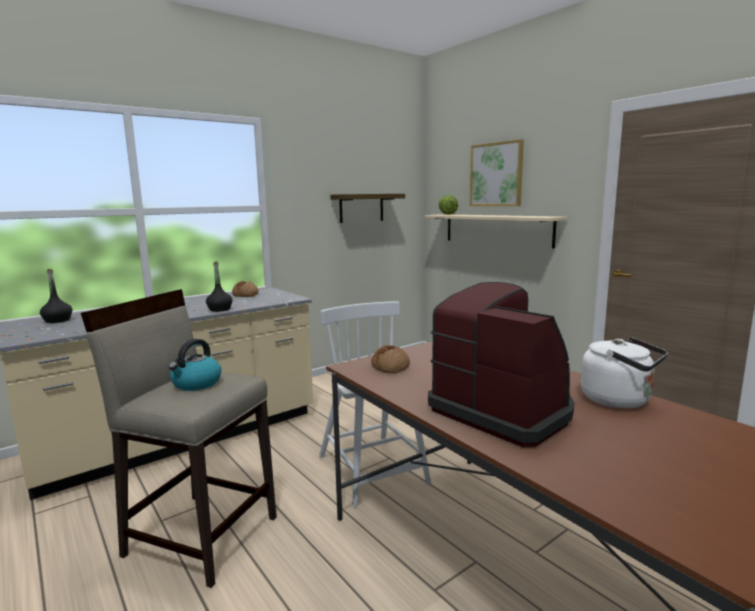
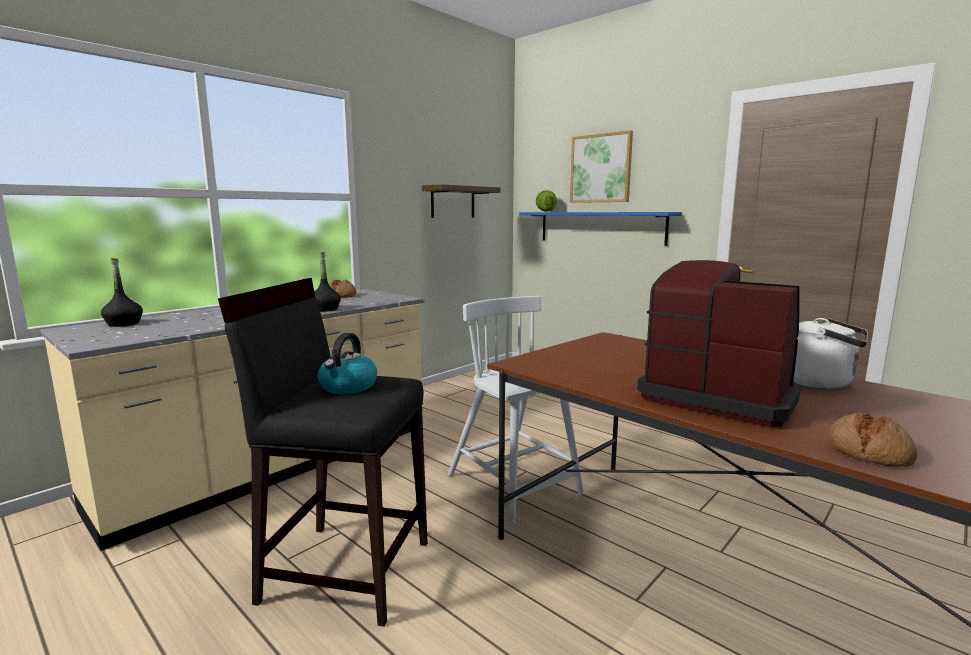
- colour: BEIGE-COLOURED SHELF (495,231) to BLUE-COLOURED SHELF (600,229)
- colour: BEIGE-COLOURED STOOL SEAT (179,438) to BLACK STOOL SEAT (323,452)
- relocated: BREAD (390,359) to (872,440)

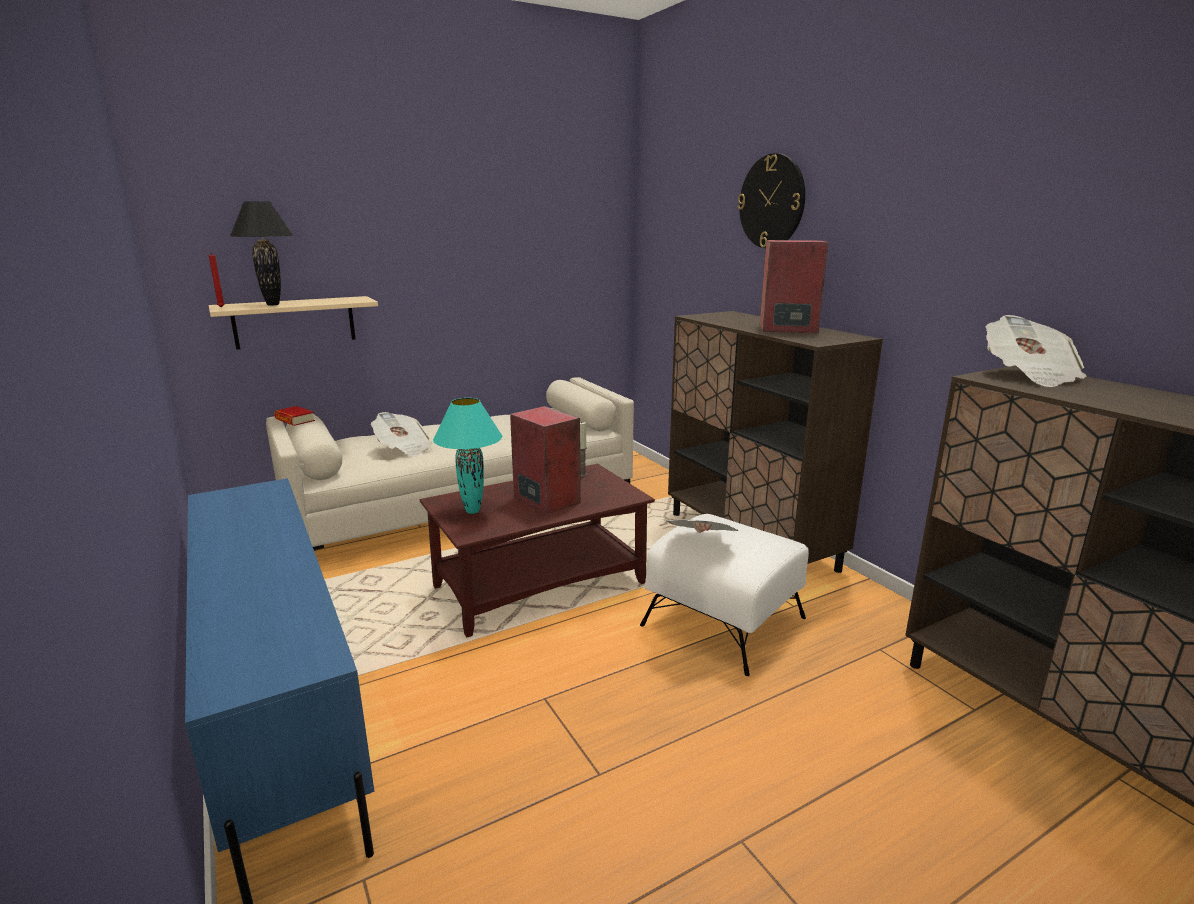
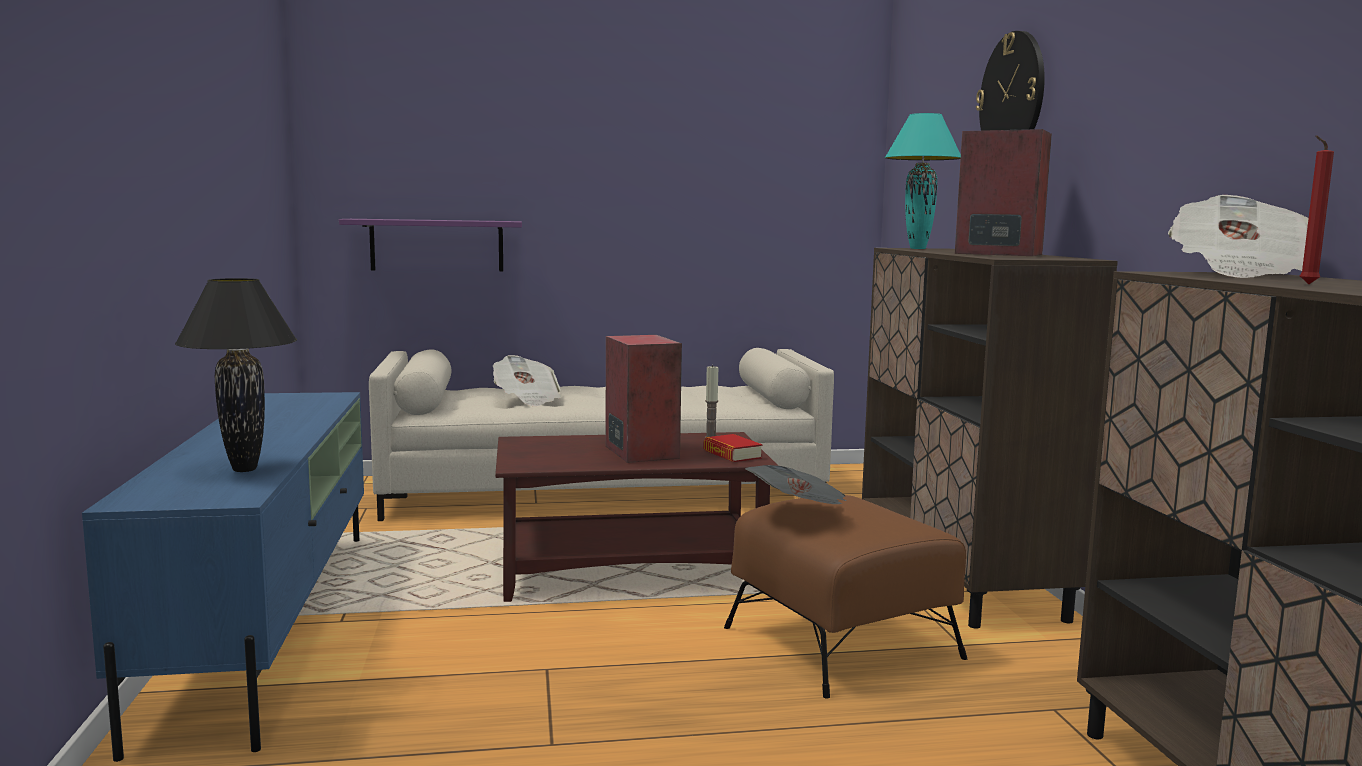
- relocated: BLACK TABLETOP LAMP (261,253) to (236,375)
- relocated: RED WAX CANDLE (215,279) to (1317,209)
- colour: BEIGE-COLOURED SHELF (293,323) to PURPLE-COLOURED SHELF (430,245)
- relocated: BLUE-GREEN TABLETOP LAMP (467,456) to (923,181)
- relocated: VOLUME (294,416) to (732,448)
- colour: WHITE POUFFE (724,595) to BROWNISH POUFFE (845,597)

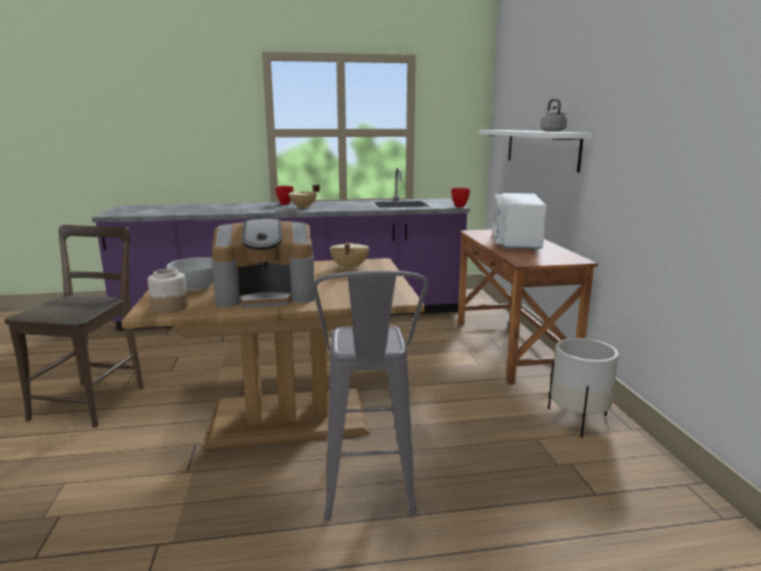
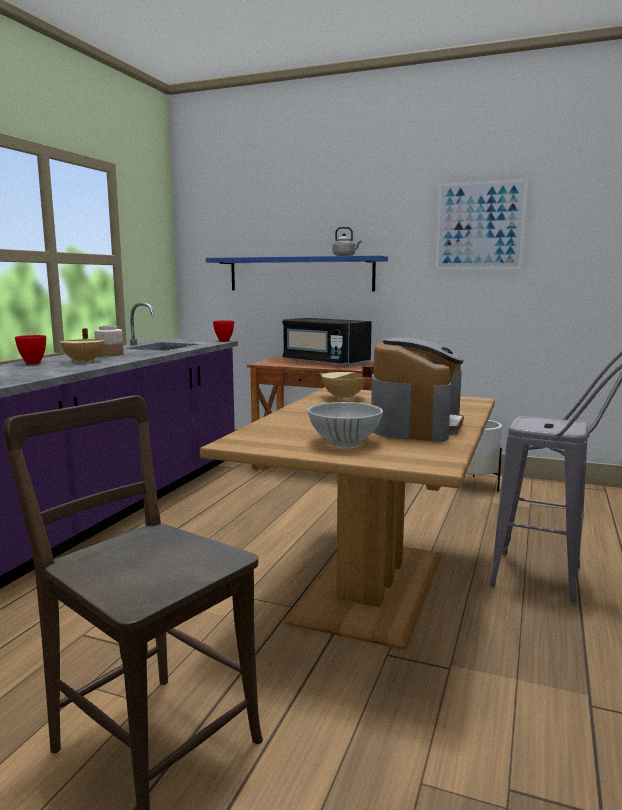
- colour: WHITE SHELF (535,151) to BLUE-COLOURED SHELF (297,273)
- colour: WHITE KITCHEN MICROWAVE (519,221) to BLACK KITCHEN MICROWAVE (327,342)
- relocated: PRESERVE JAR (168,291) to (108,340)
- appeared: PICTURE (481,224)

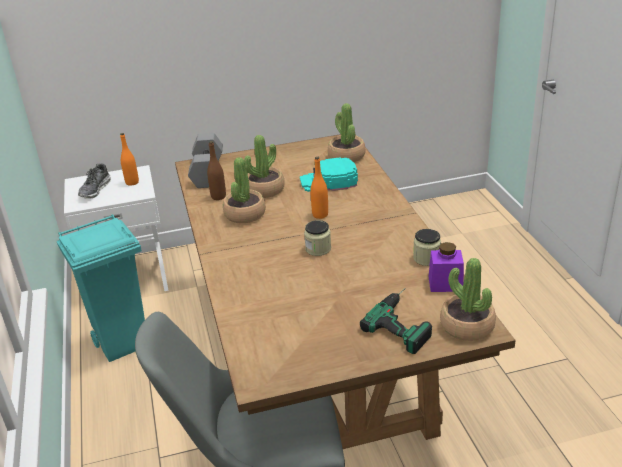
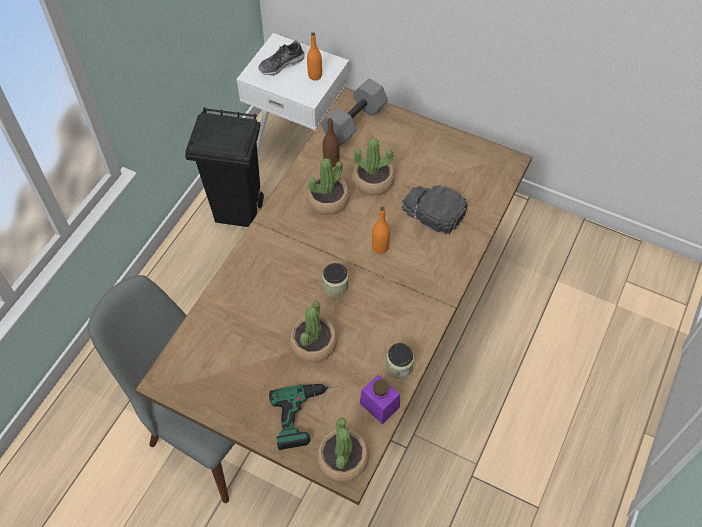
- relocated: POTTED PLANT (346,132) to (313,331)
- colour: BLUE-GREEN BASEBALL CAP (329,174) to BLACK BASEBALL CAP (435,210)
- colour: BLUE-GREEN RUBBISH BIN (101,288) to BLACK RUBBISH BIN (224,167)

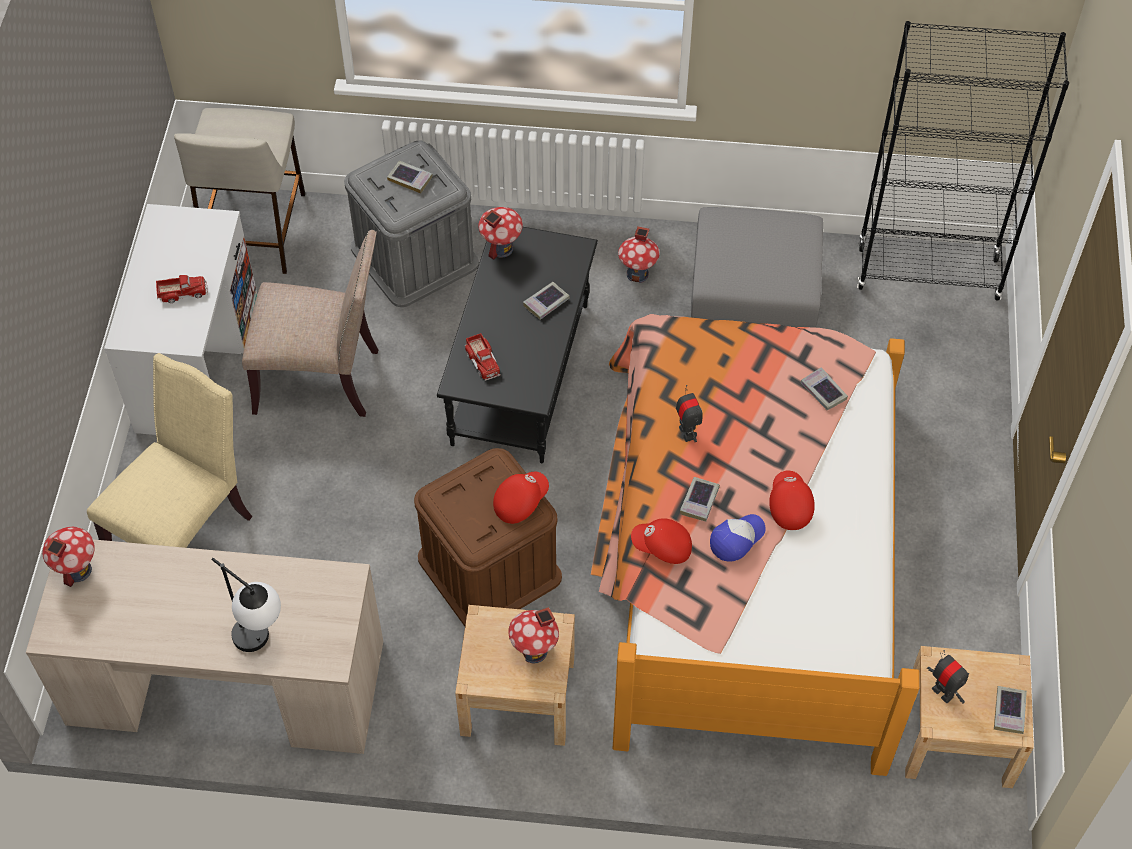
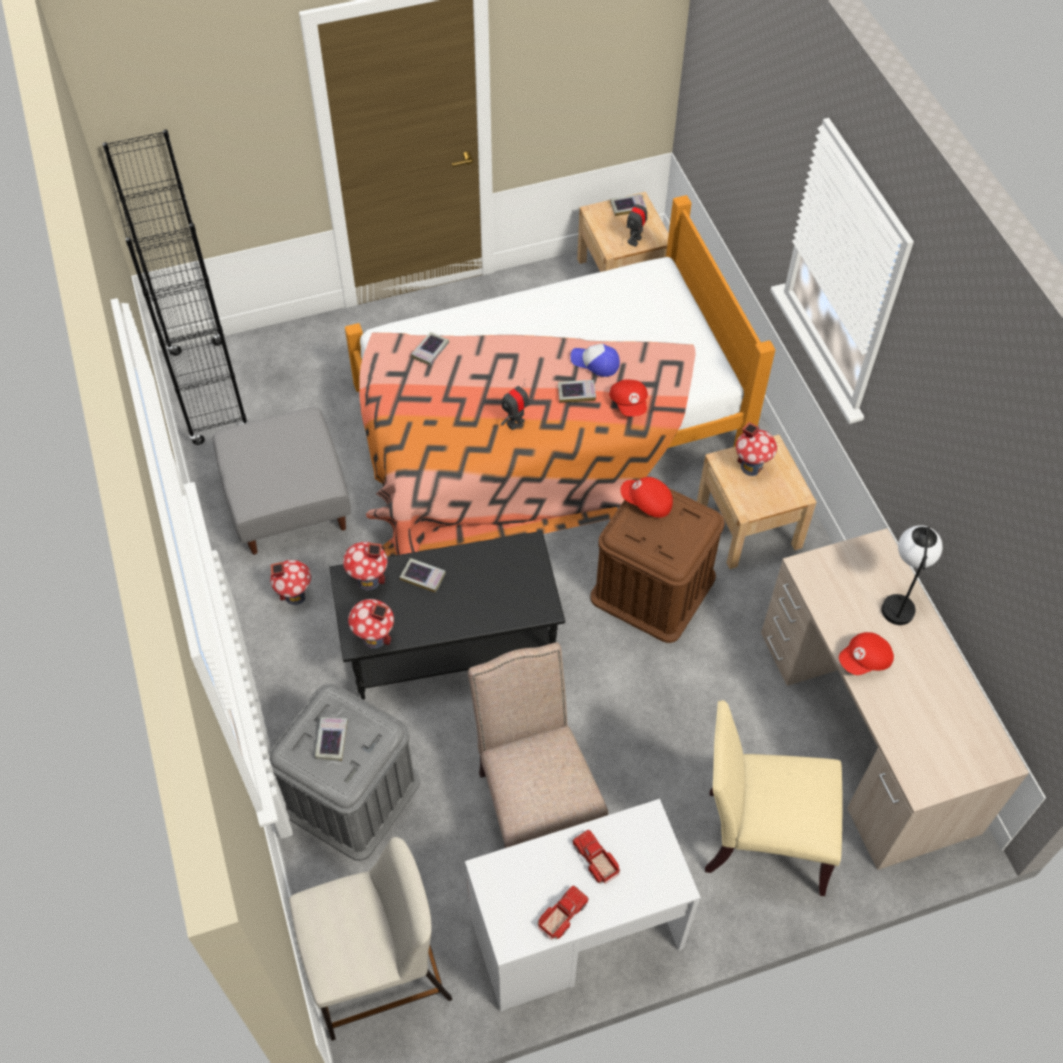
- relocated: MODEL TRUCK (483,357) to (563,913)
- relocated: RED BASEBALL CAP (792,500) to (866,653)
- relocated: MINIATURE HOUSE (68,557) to (365,566)

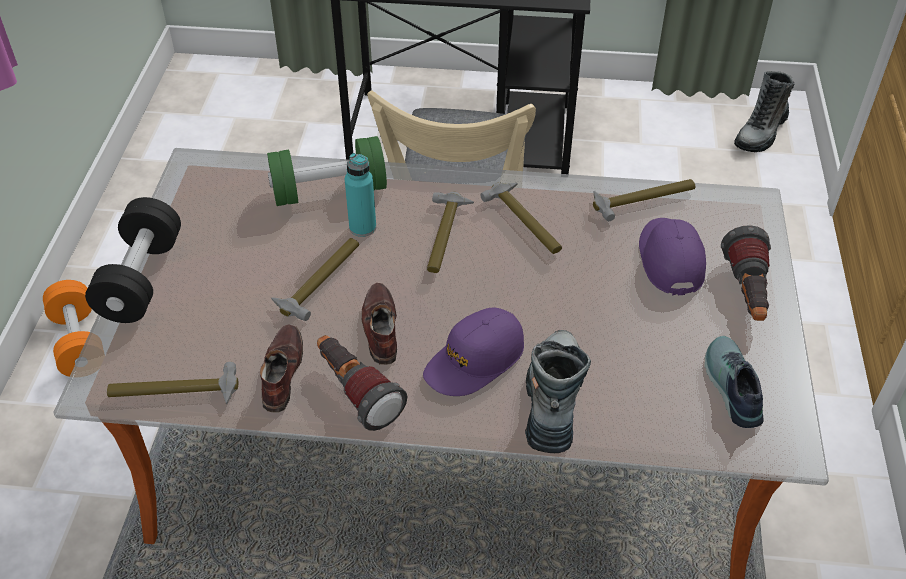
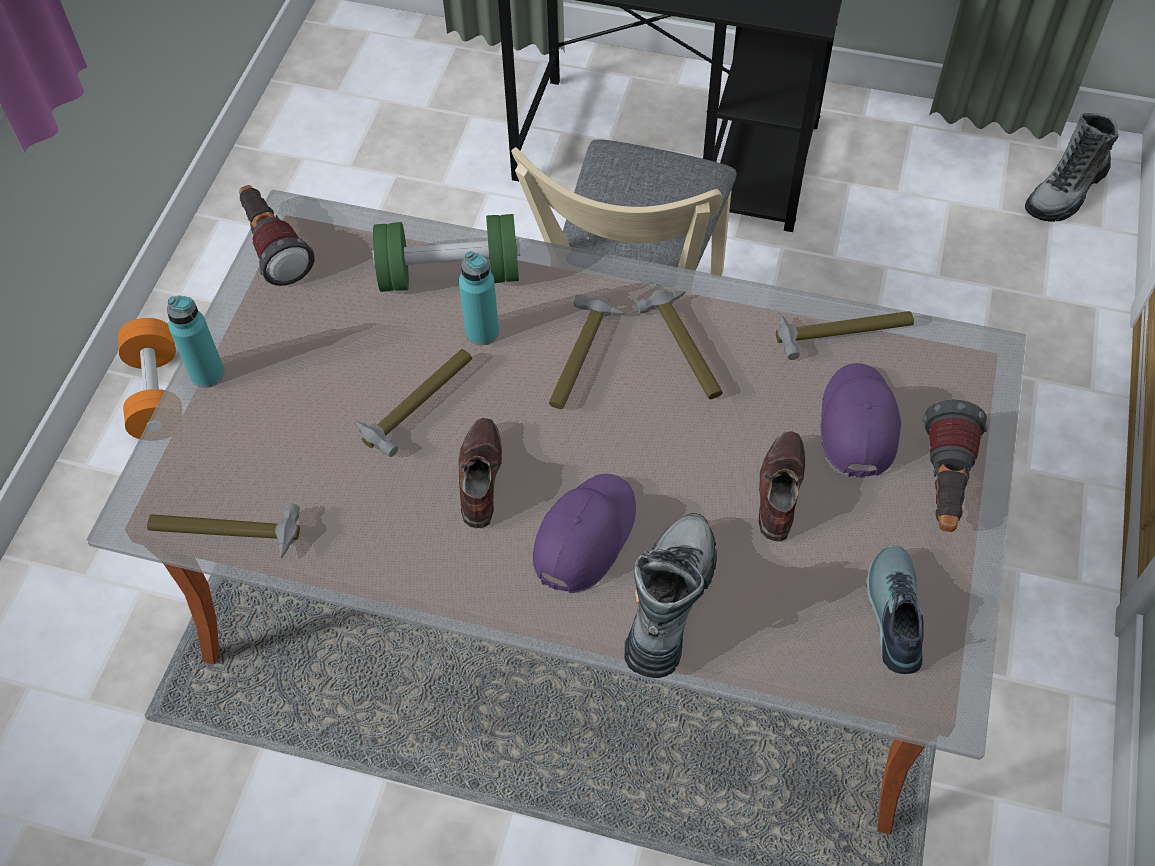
- exchanged: BLACK HAND WEIGHT (133,260) to BLUE-GREEN DRINK BOTTLE (196,341)
- spun: PURPLE-COLOURED BASEBALL CAP (473,352) = (584,533) 150 degrees clockwise
- relocated: BROWNISH SHOE (281,368) to (782,486)
- relocated: FLASHLIGHT (362,383) to (277,235)

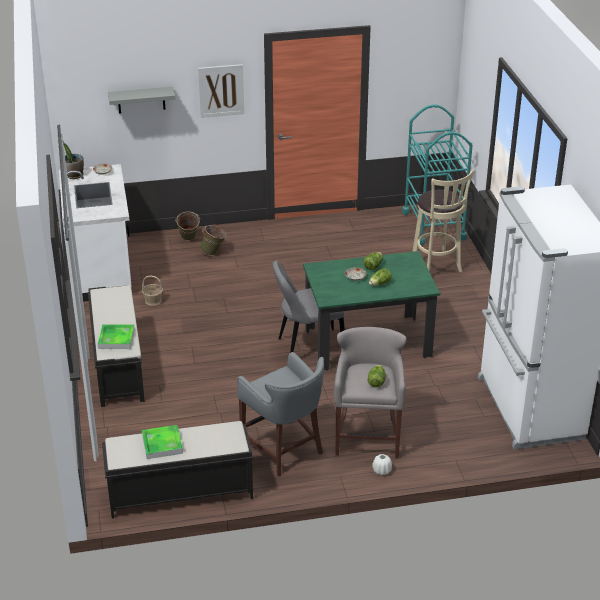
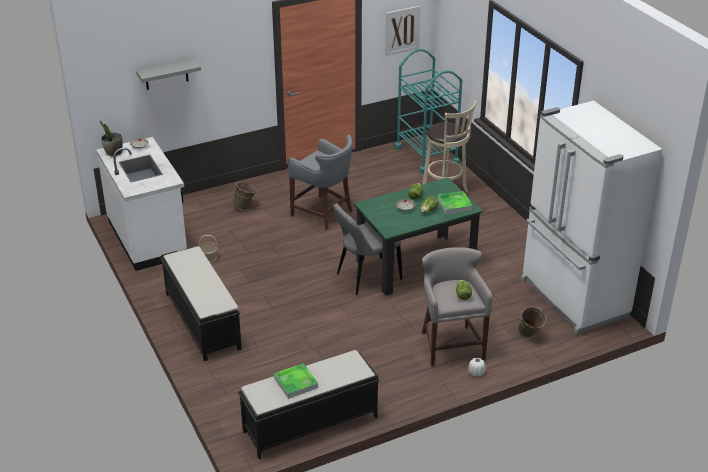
- relocated: PICTURE (221,91) to (403,31)
- relocated: GREEN PAIL (188,226) to (532,321)
- relocated: SERVING TRAY (116,336) to (455,202)
- relocated: GREYISH STOOL SEAT (280,414) to (320,182)

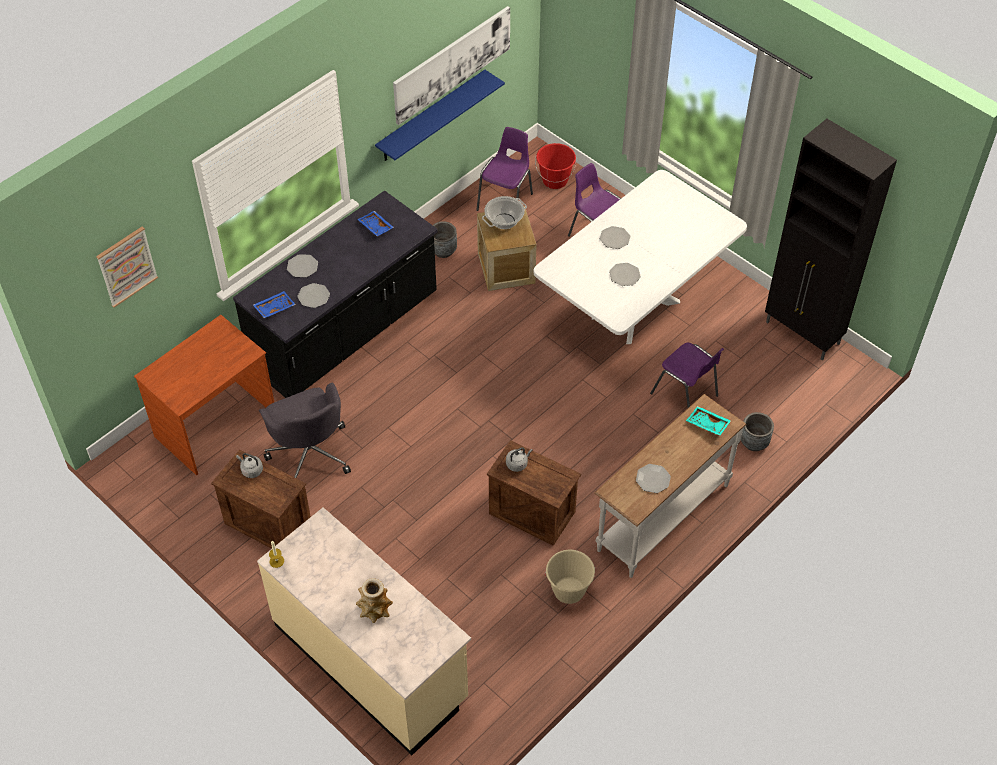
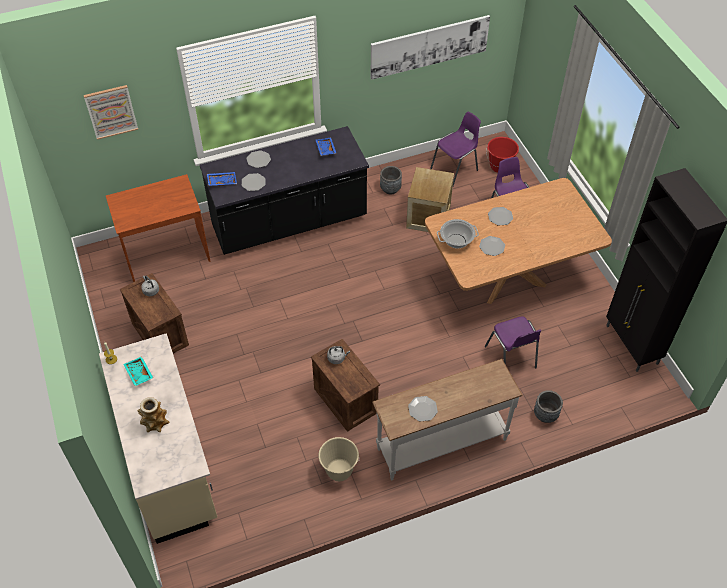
- missing: BLUE-COLOURED SHELF (440,115)
- colour: WHITE KITCHEN TABLE (640,257) to BROWNISH KITCHEN TABLE (518,241)
- relocated: COOKING POT (504,212) to (458,234)
- missing: GREYISH COMPUTER CHAIR (305,430)
- relocated: BLUE-GREEN SERVING TRAY (708,421) to (138,371)

